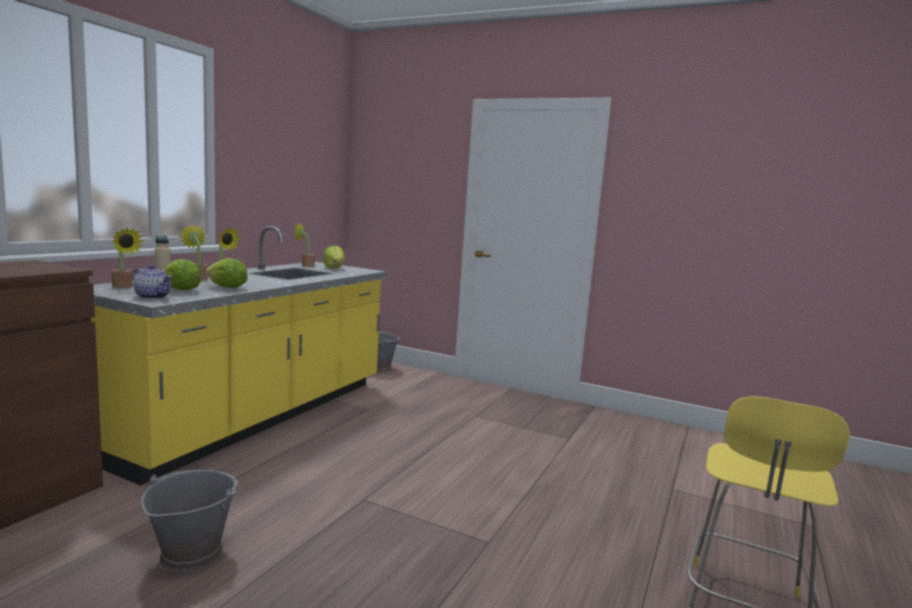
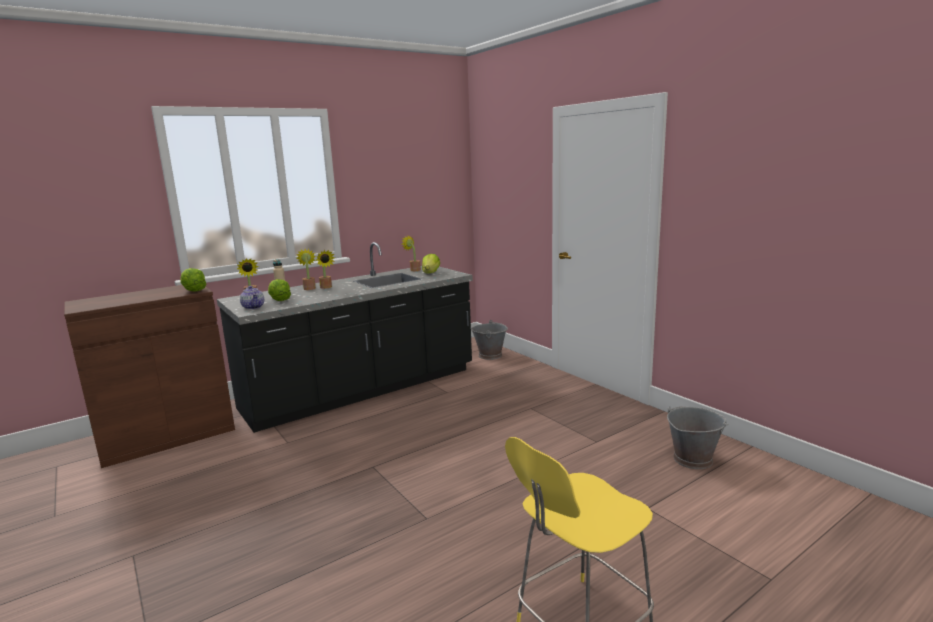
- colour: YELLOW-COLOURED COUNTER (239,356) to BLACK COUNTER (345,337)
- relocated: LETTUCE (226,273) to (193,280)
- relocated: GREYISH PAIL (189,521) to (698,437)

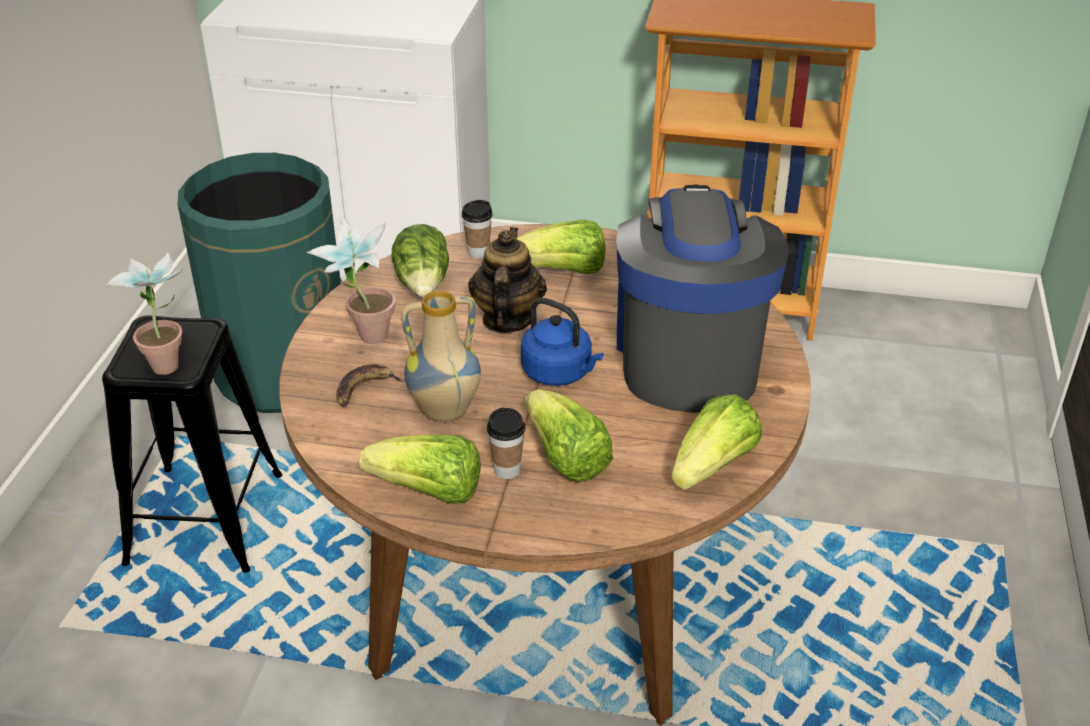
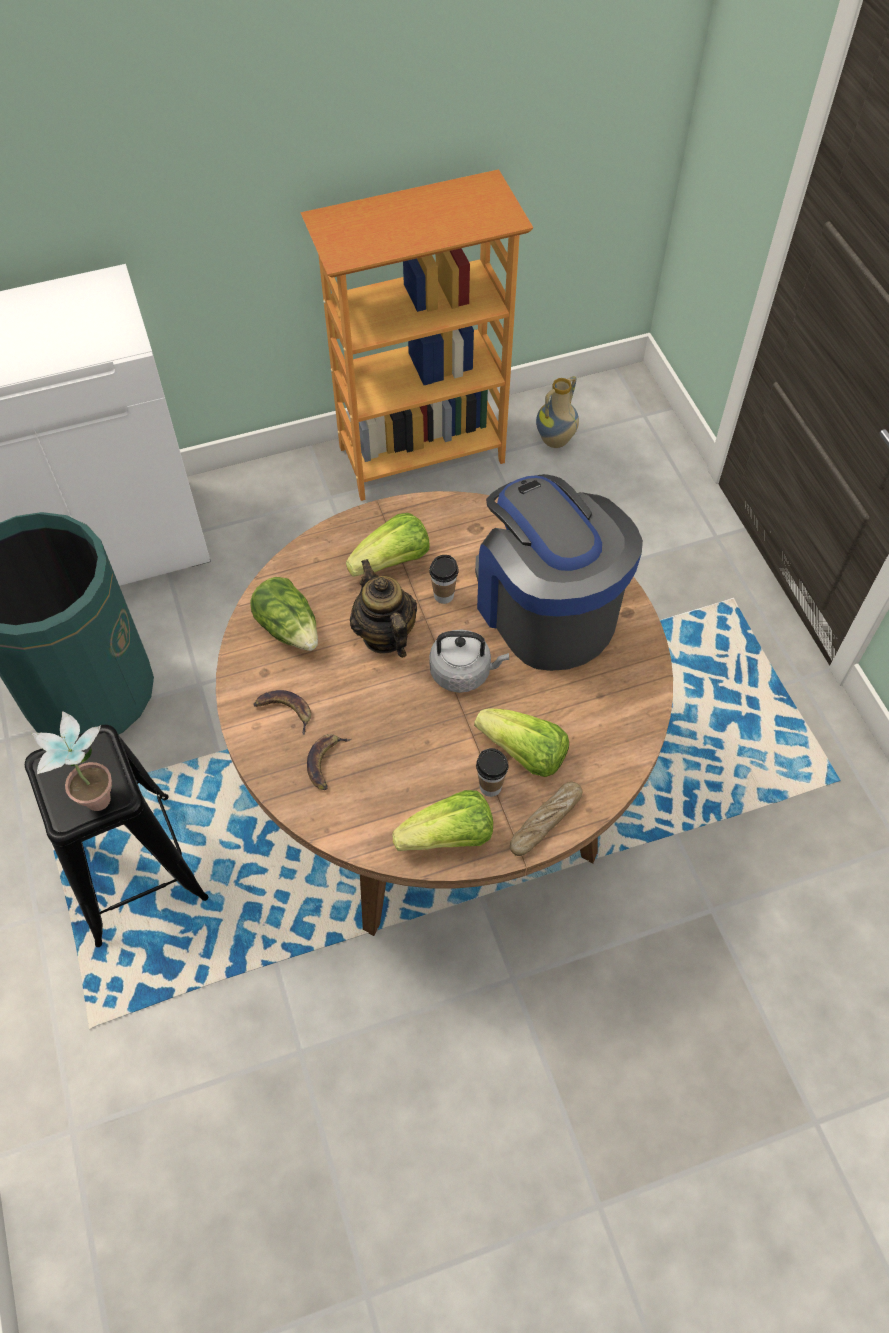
- relocated: SMALL CUP (477,229) to (444,579)
- exchanged: POTTED PLANT (351,280) to BANANA FRUIT (282,712)
- relocated: FLOWER VASE (441,356) to (557,412)
- colour: BLUE-COLOURED KETTLE (562,342) to GREYISH KETTLE (469,661)
- missing: LETTUCE (717,441)
- appeared: BREAD (546,819)

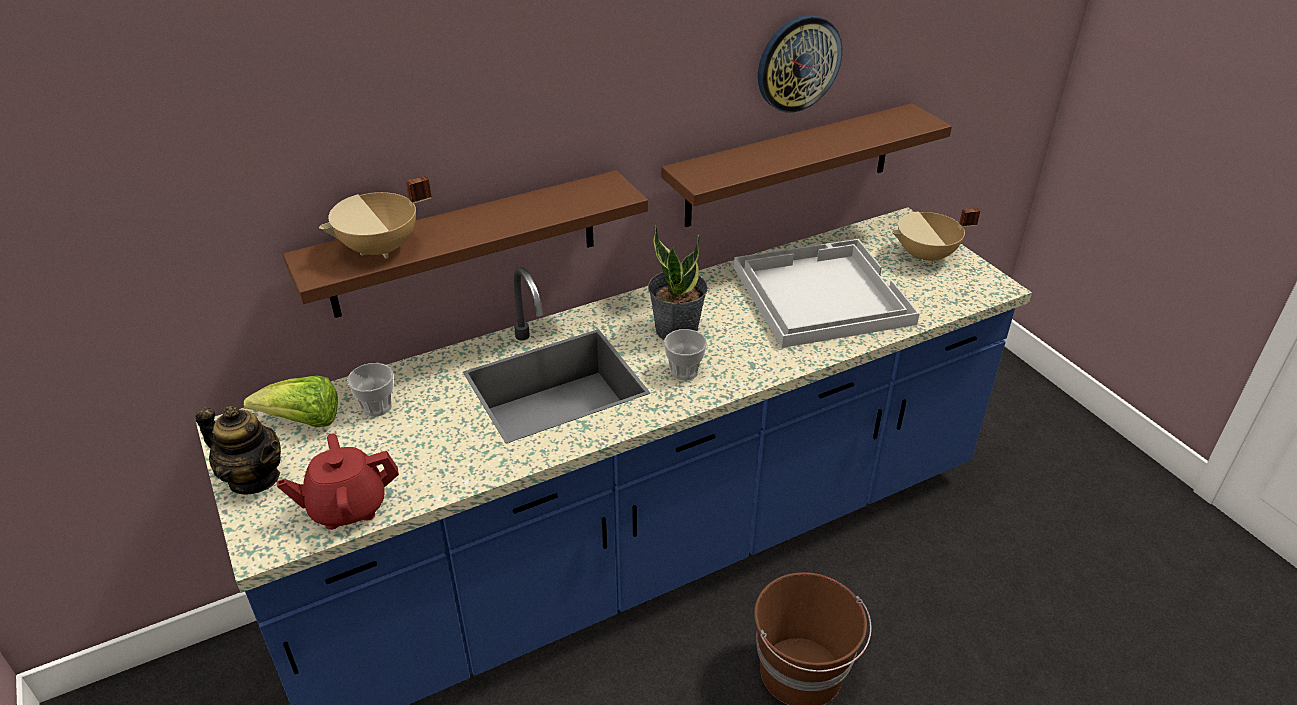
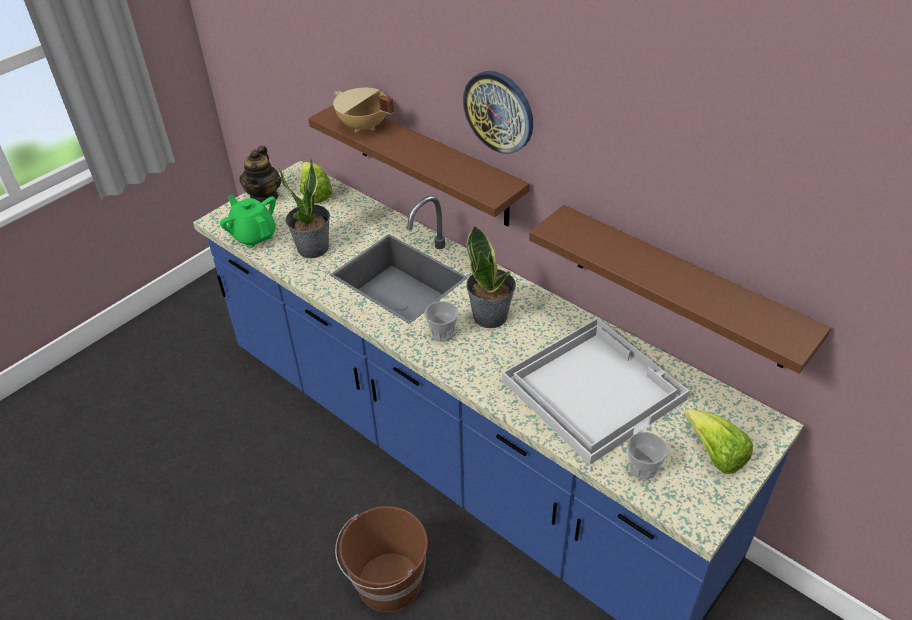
- relocated: HANGING CLOCK (800,63) to (498,112)
- exchanged: BEIGE-COLOURED COOKING POT (936,236) to LETTUCE (718,441)
- relocated: SMALL CUP (370,390) to (647,456)
- colour: RED TEA POT (337,481) to GREEN TEA POT (248,221)
- appeared: POTTED PLANT (304,208)

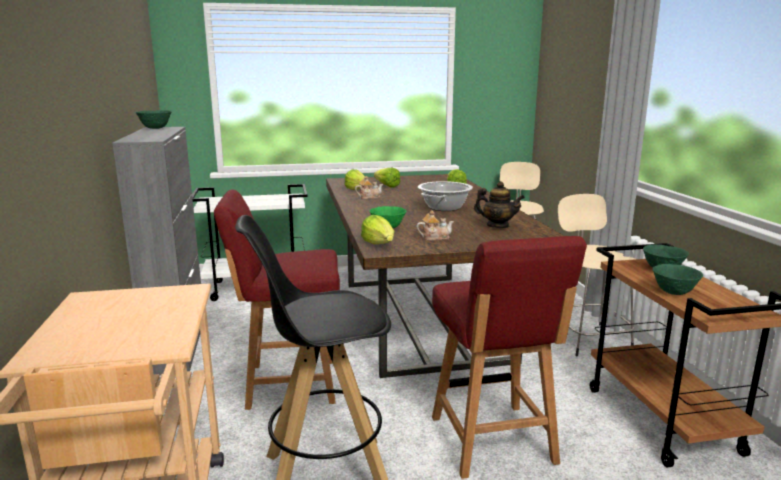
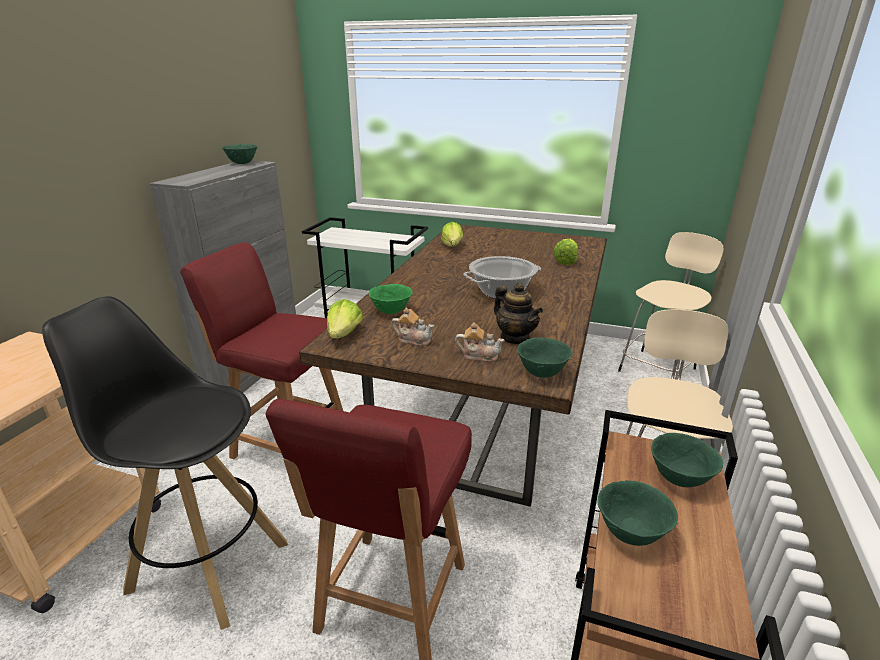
- missing: LETTUCE (387,178)
- relocated: TEA POT (369,187) to (479,342)
- appeared: GREEN SERVING BOWL (544,358)

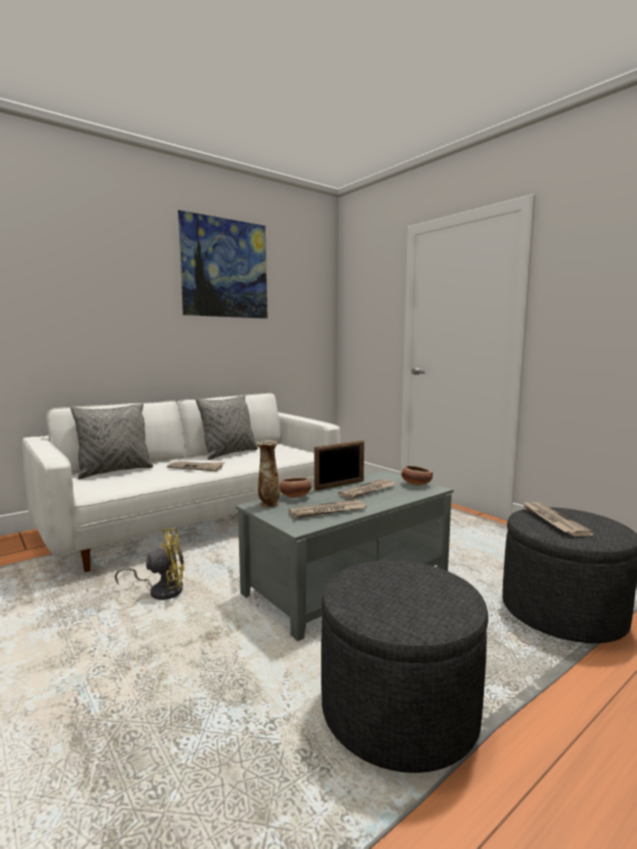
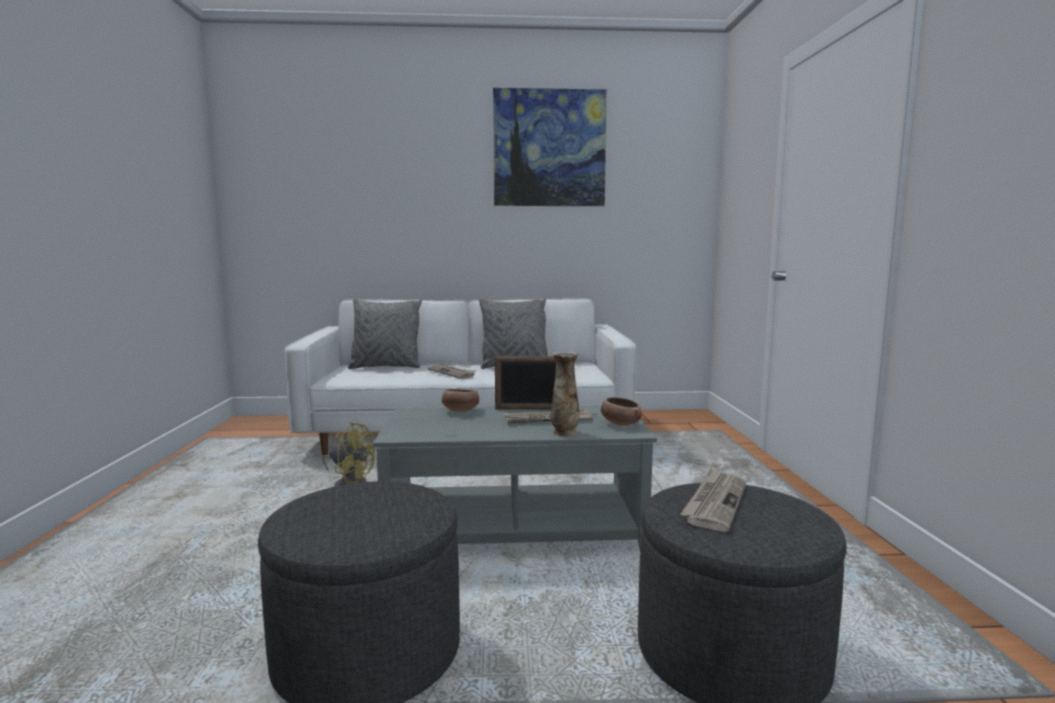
- relocated: FLOWER VASE (268,473) to (565,394)
- missing: DAILY PAPER (327,509)

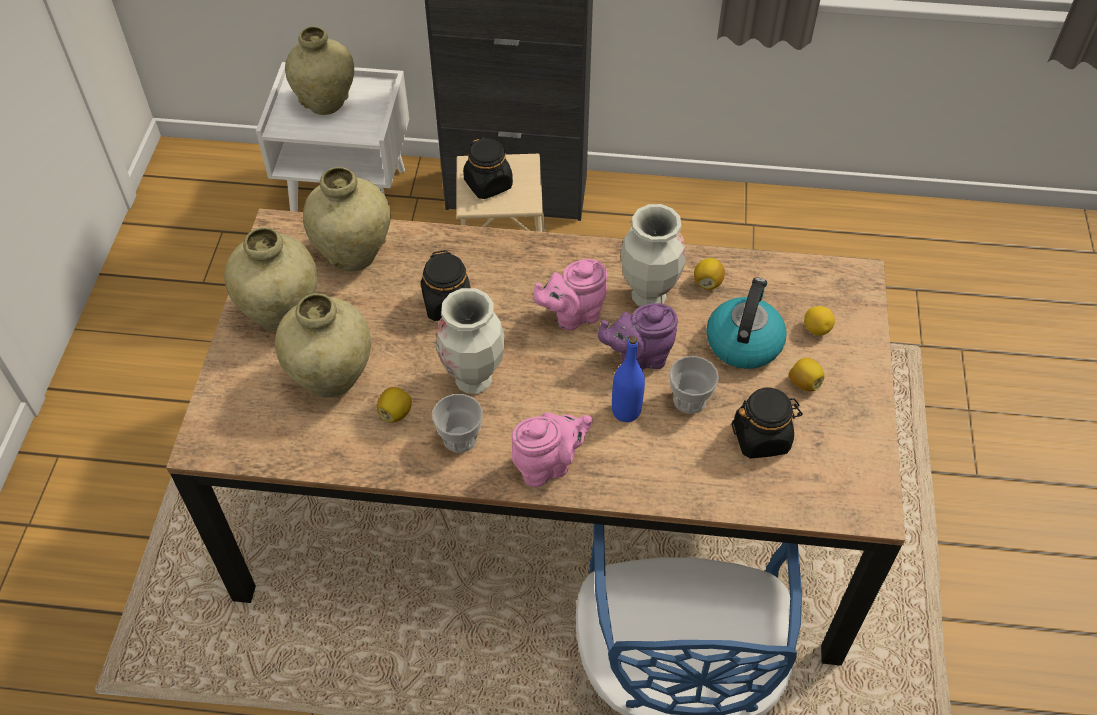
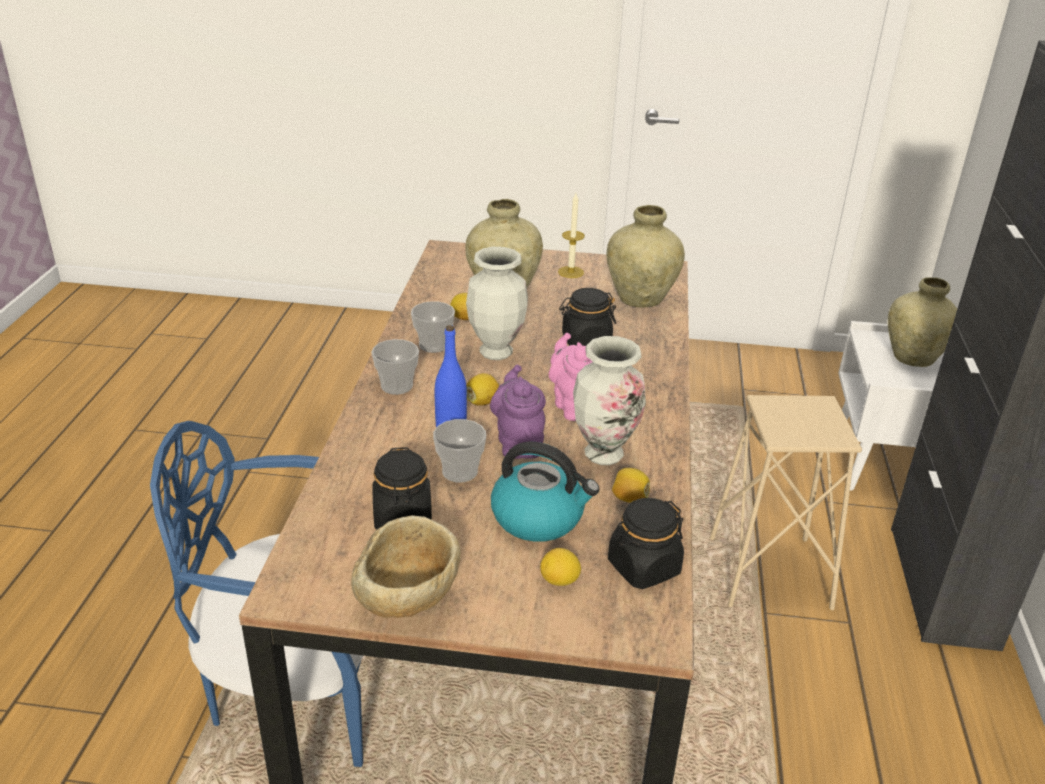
- relocated: BLACK PRESERVE JAR (488,167) to (646,543)
- exchanged: BEIGE-COLOURED FLOWER VASE (270,279) to WAX CANDLE (571,235)
- relocated: WHOLE LEMON (806,374) to (482,389)
- exchanged: PINKISH TEA POT (552,449) to SMALL CUP (395,367)
- appeared: BEIGE-COLOURED SERVING BOWL (406,566)

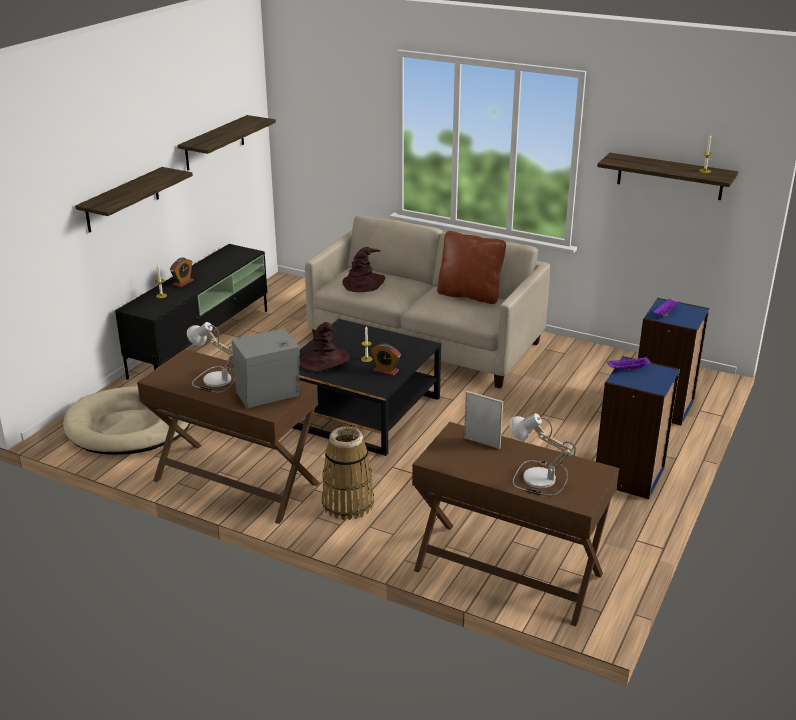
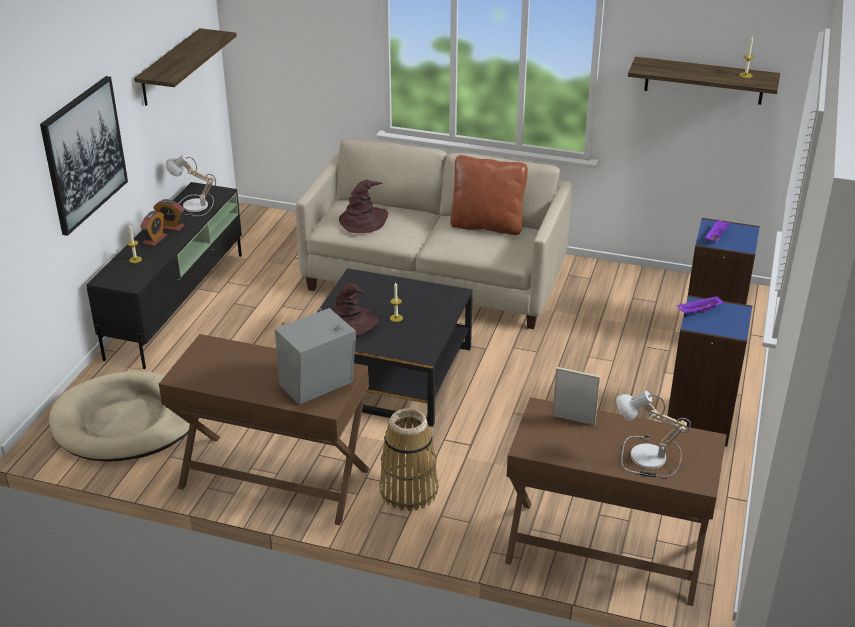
- exchanged: SHELF (134,200) to PICTURE (84,156)
- relocated: TABLETOP LAMP (211,357) to (190,185)
- relocated: TABLE CLOCK (386,360) to (169,215)

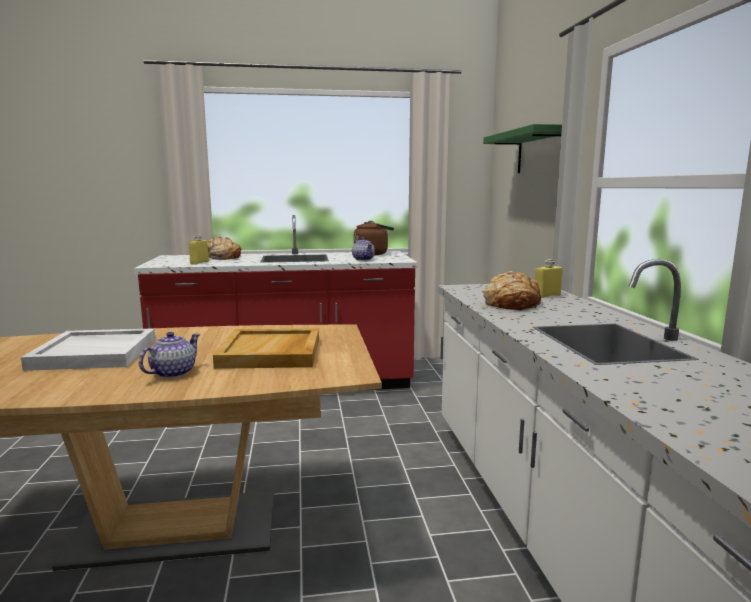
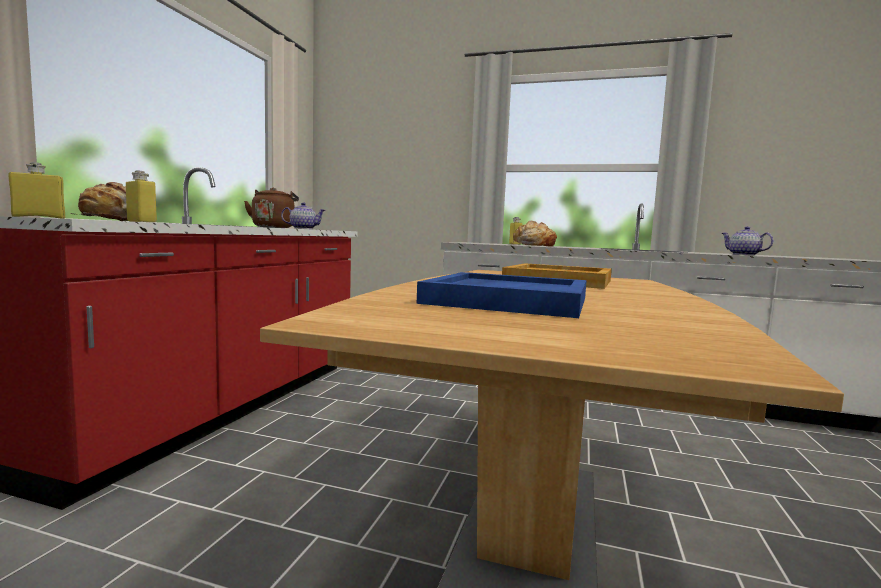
- missing: GREEN SHELF (522,148)
- colour: WHITE SERVING TRAY (88,349) to BLUE-COLOURED SERVING TRAY (502,295)
- relocated: TEA POT (169,355) to (747,240)
- appeared: YELLOW-COLOURED DRINK BOTTLE (37,190)

